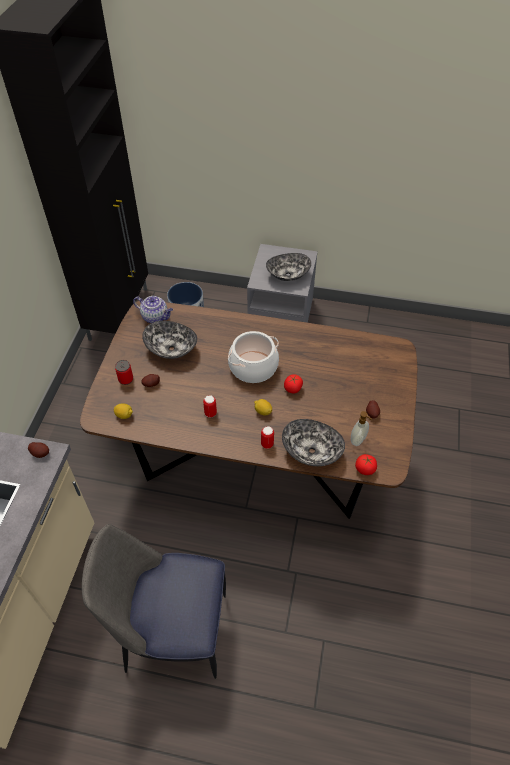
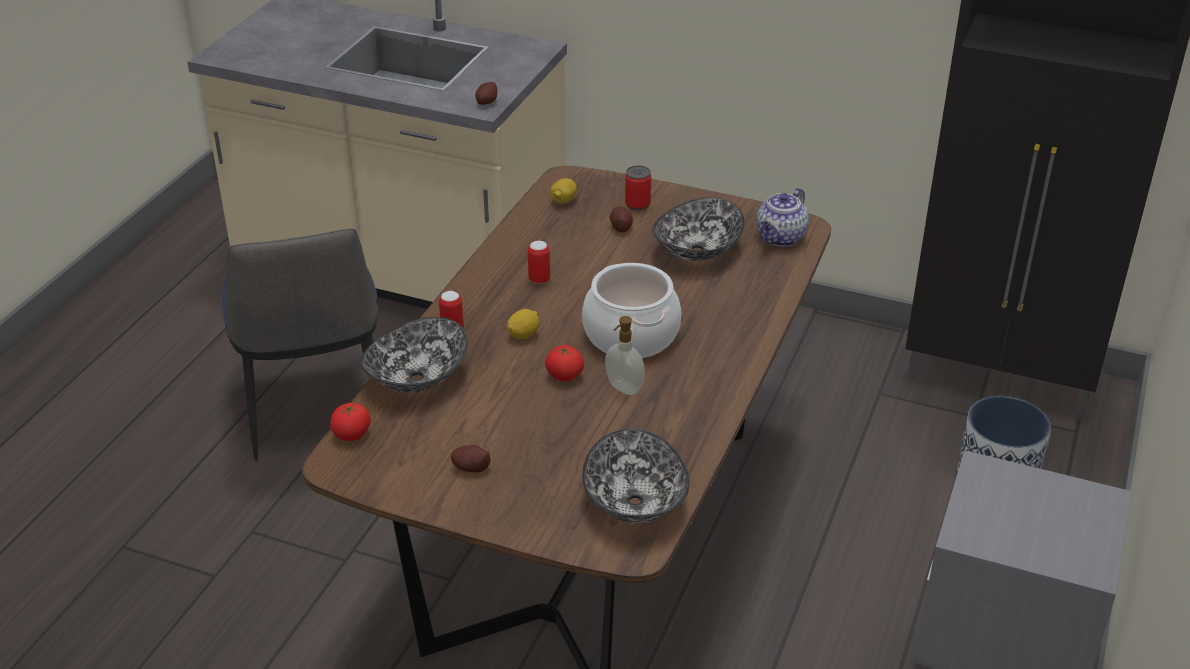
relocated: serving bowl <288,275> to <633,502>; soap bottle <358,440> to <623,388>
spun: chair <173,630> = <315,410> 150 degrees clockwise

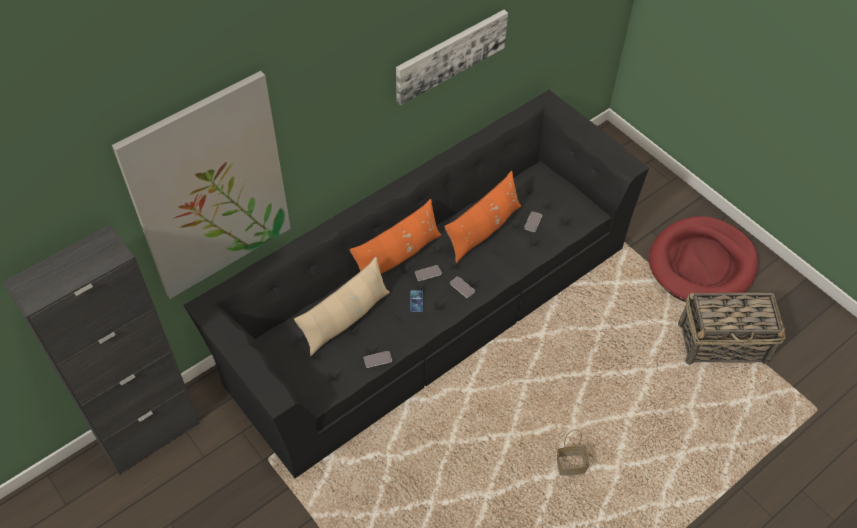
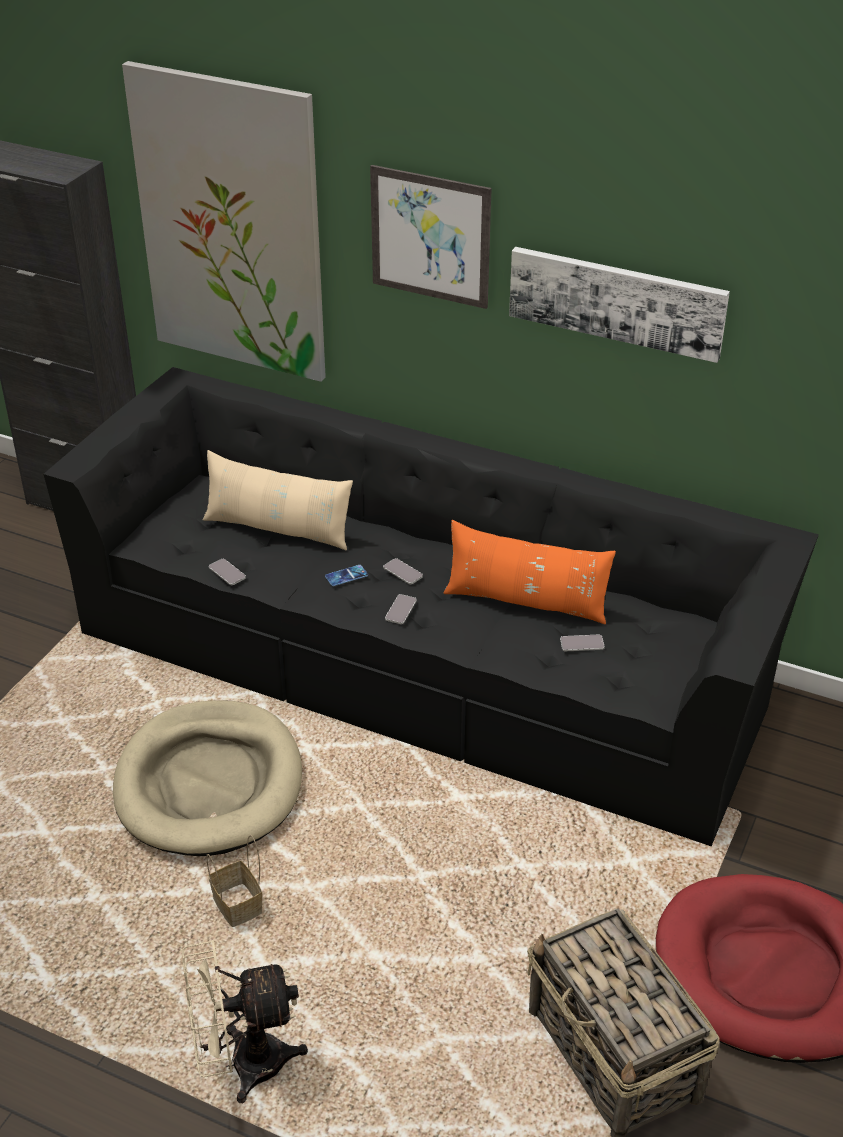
missing: orange-coloured cushion <398,256>
appeared: beige-coloured dog bed <209,783>; beige-coloured electric fan <243,1064>; picture <430,237>

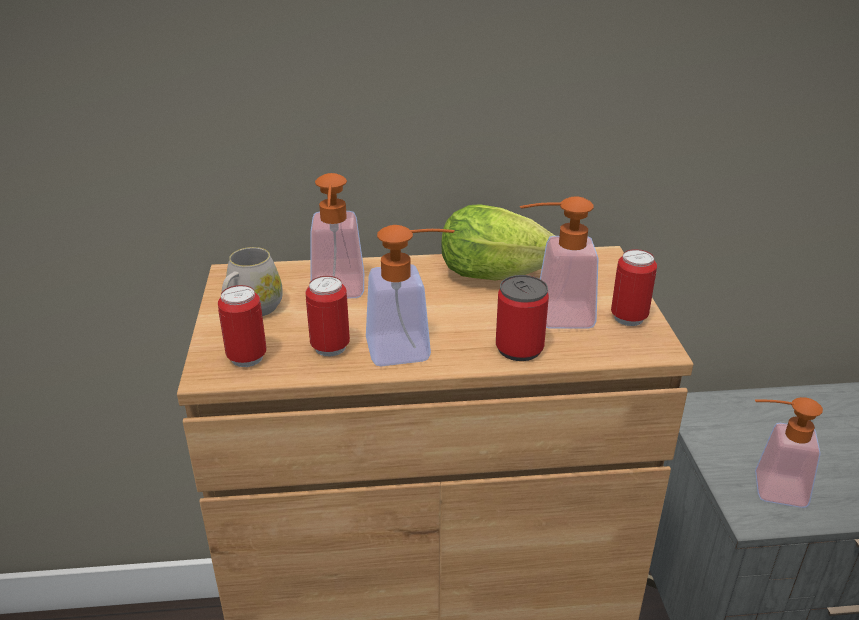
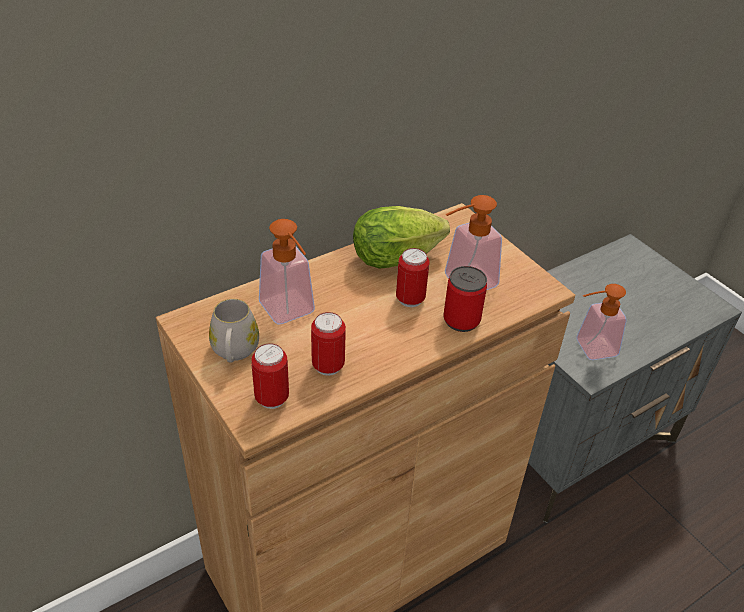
missing: soap bottle <410,348>
relocated: metal can <628,318> to <410,299>

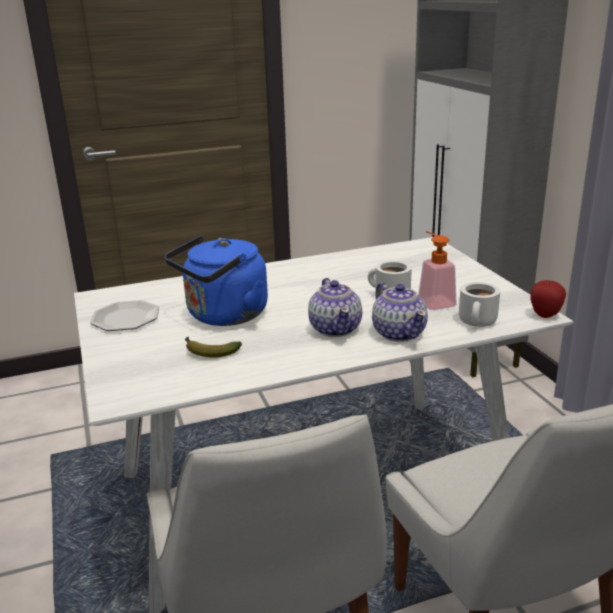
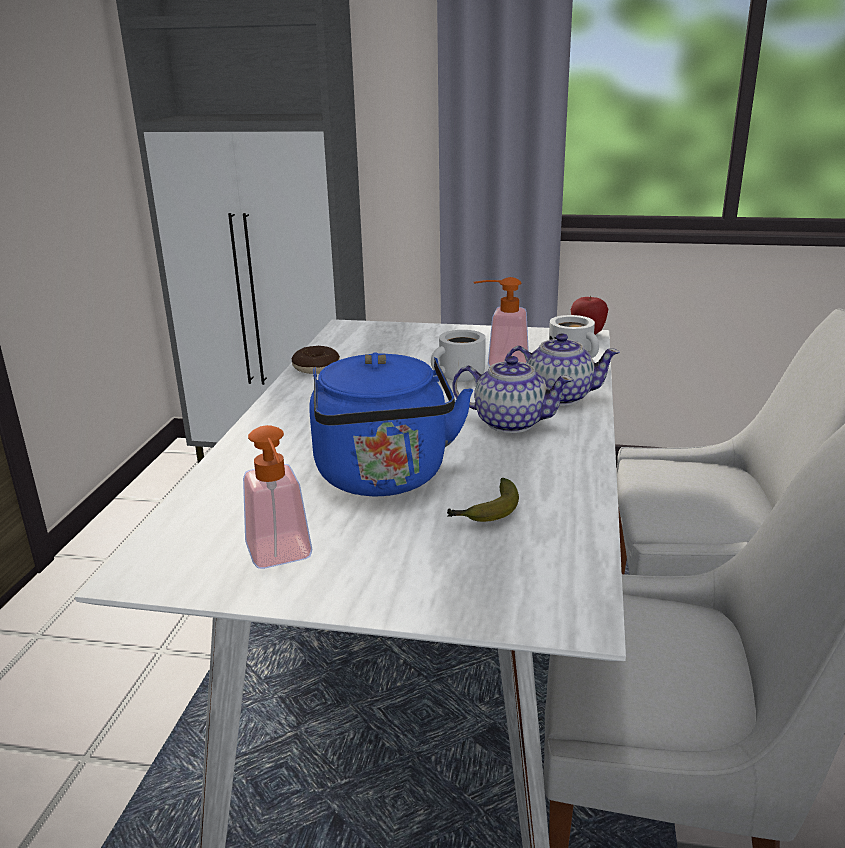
appeared: doughnut <316,367>
exchanged: dinner plate <126,318> to soap bottle <282,558>

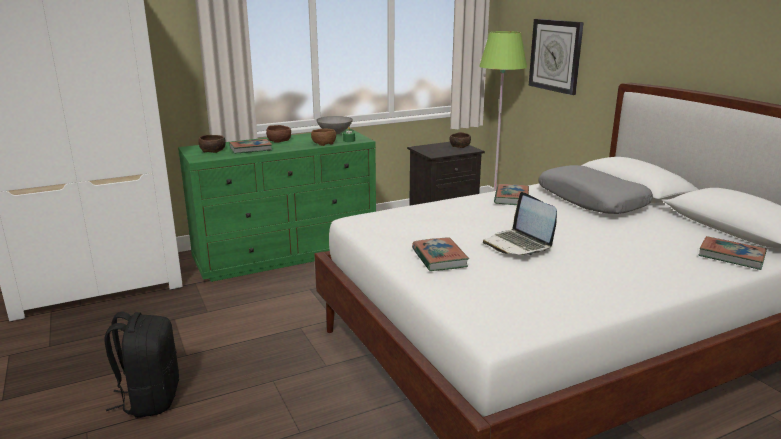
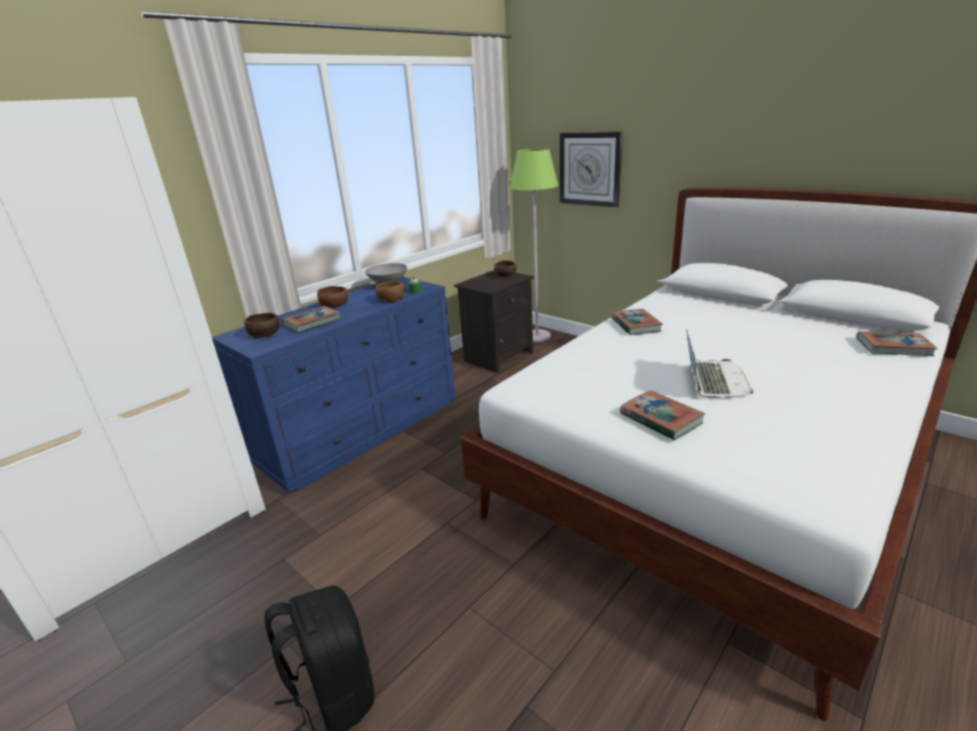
missing: greyish cushion <592,200>
colour: green-coloured dresser <287,254> to blue dresser <363,430>
spun: portable computer <518,244> = <713,380> 120 degrees counterclockwise

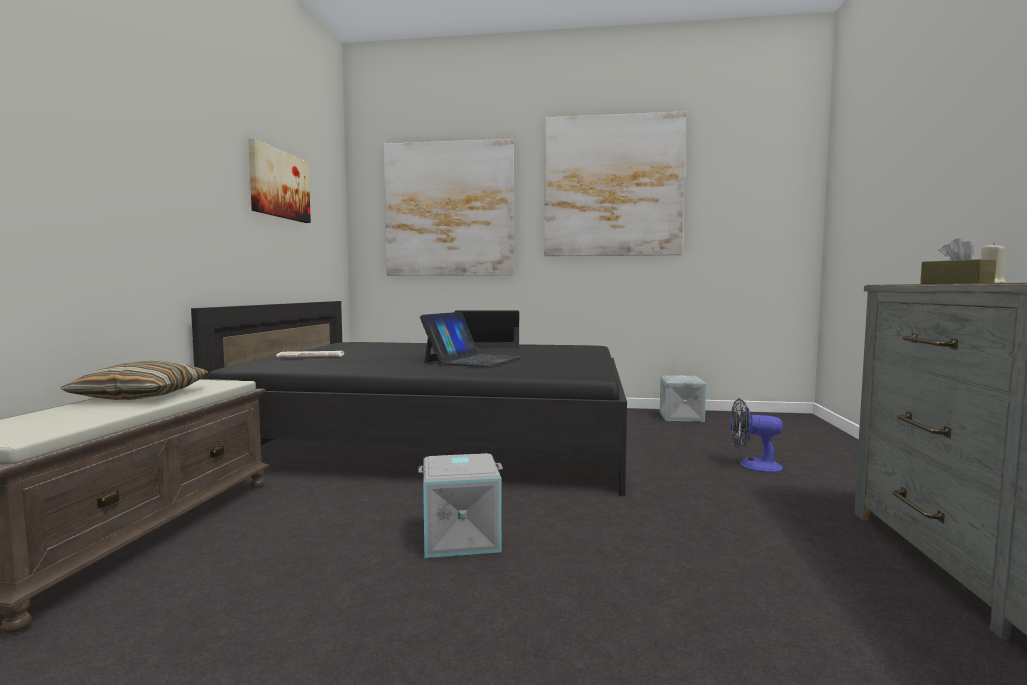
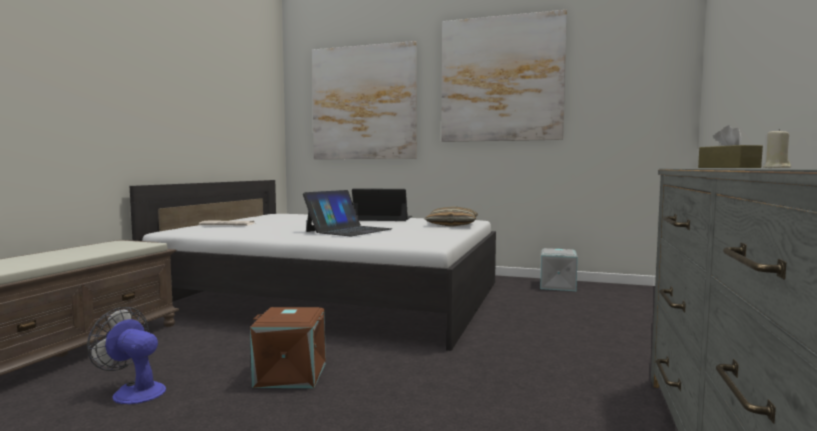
missing: picture <279,184>
relocated: cushion <141,396> to <452,225>; electric fan <752,465> to <133,391>
colour: black sleeping bed <443,439> to white-coloured sleeping bed <336,296>; greyish storage bin <461,537> to brown-coloured storage bin <291,374>

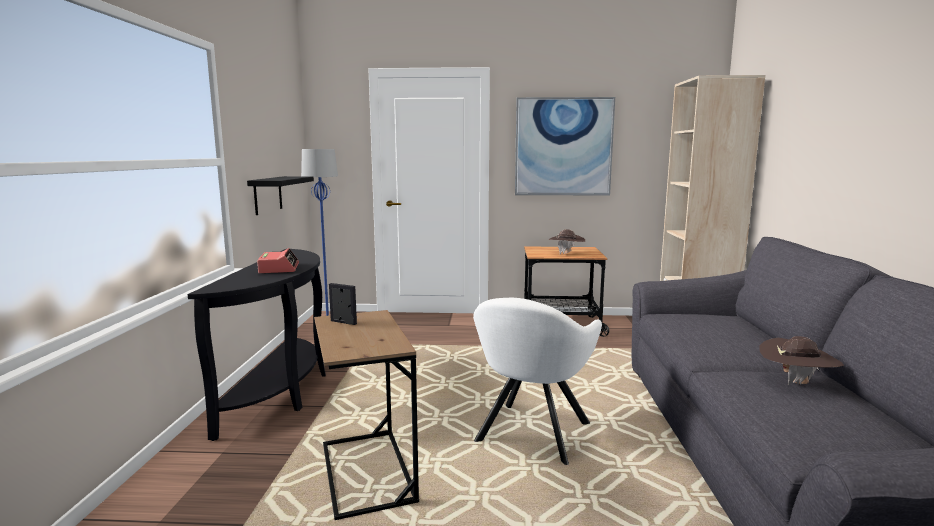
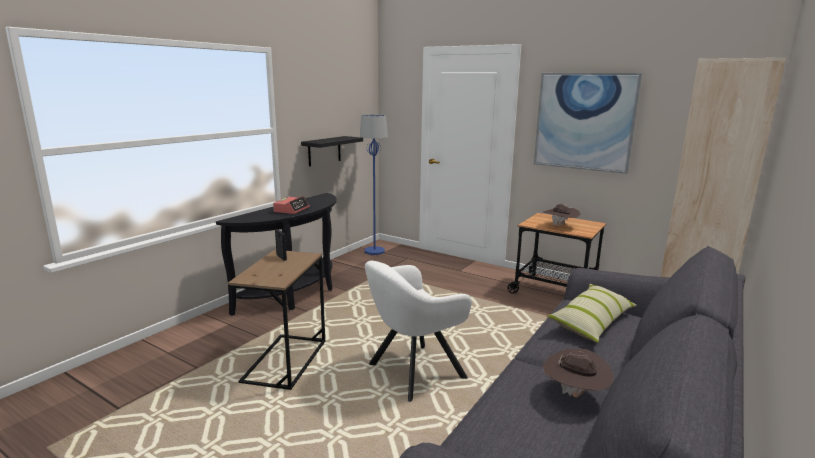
appeared: cushion <592,322>

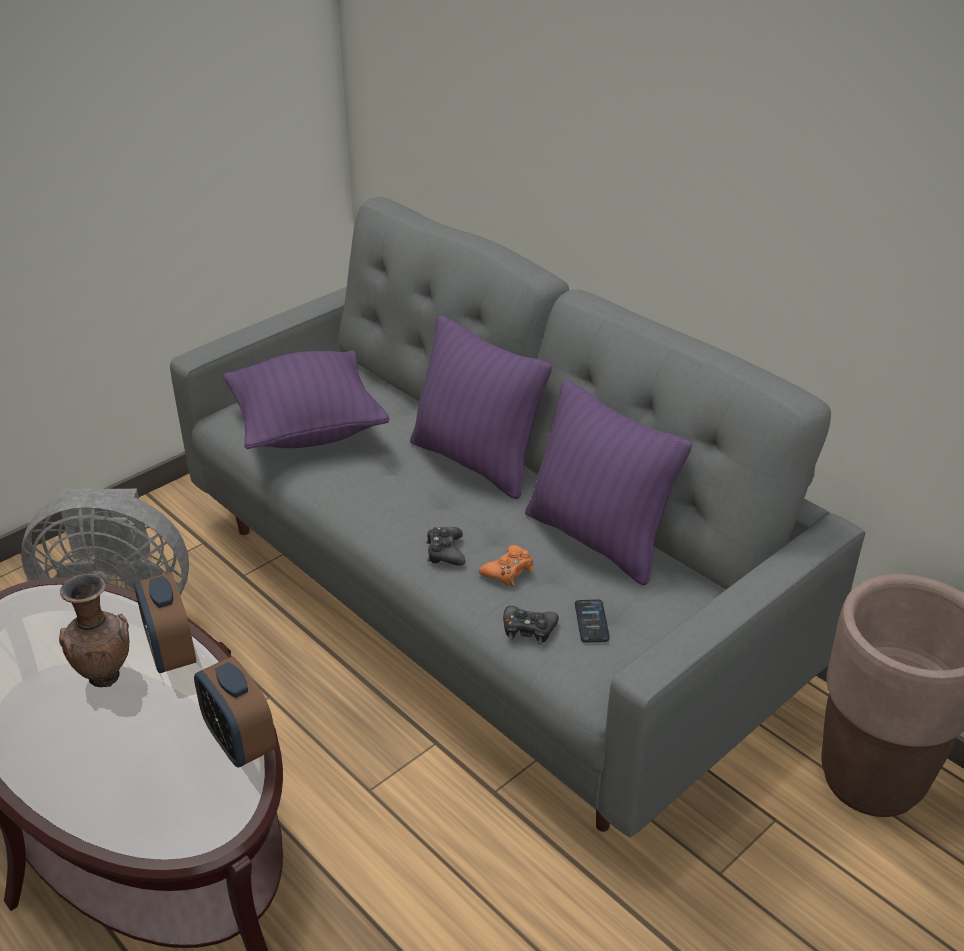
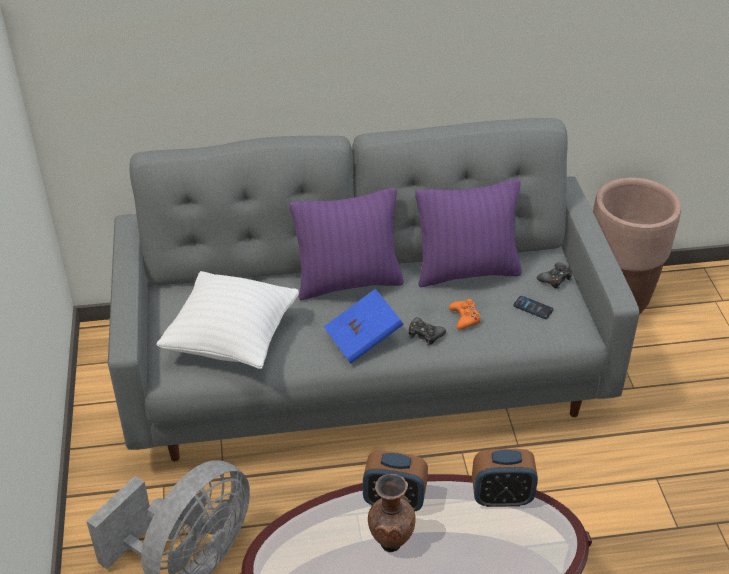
appeared: blue volume <363,339>
relocated: black joypad <528,629> to <555,279>
colour: purple-coloured cushion <307,429> to white-coloured cushion <232,340>

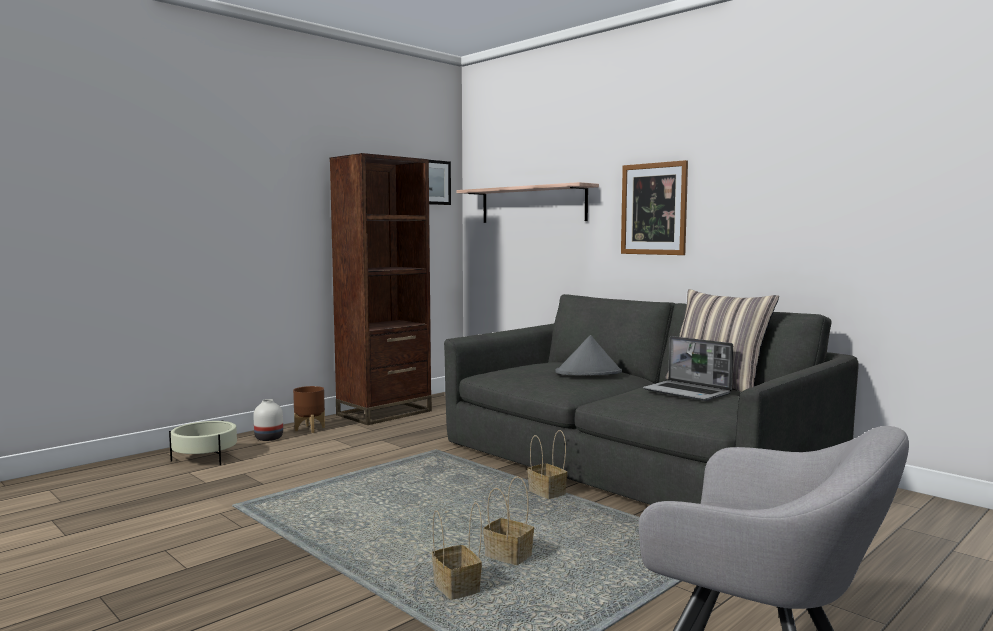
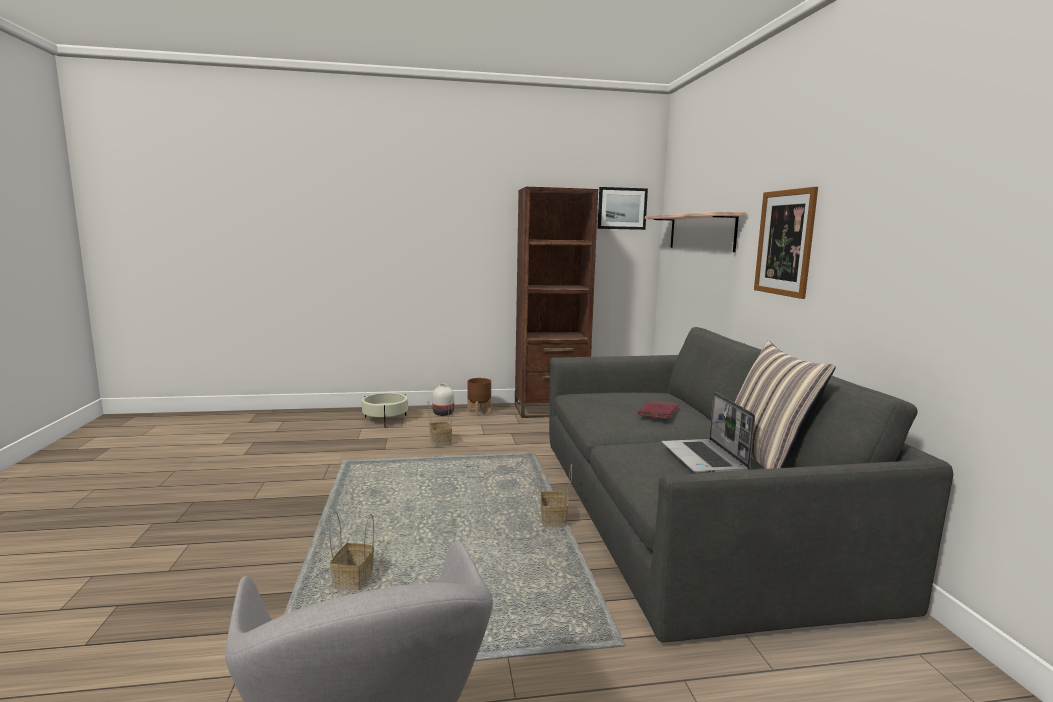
relocated: storage basket <506,556> to <439,442>
exchanged: greyish hat <589,372> to red-coloured volume <658,412>

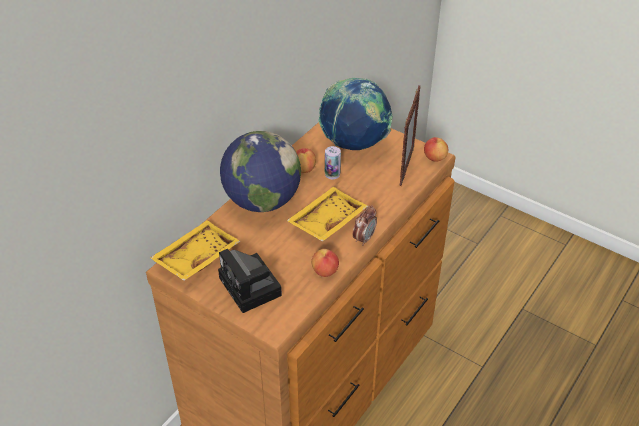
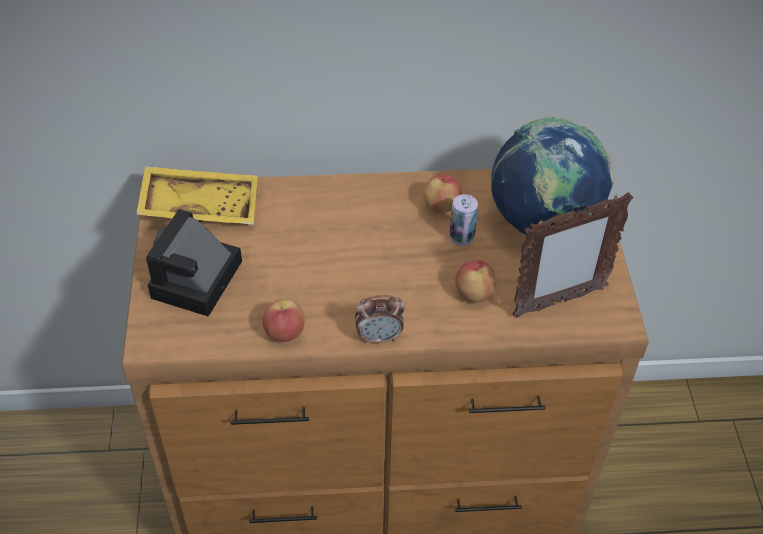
missing: desk globe <262,201>; yellowish serving tray <326,220>
relocated: whole apple <434,158> to <474,293>

